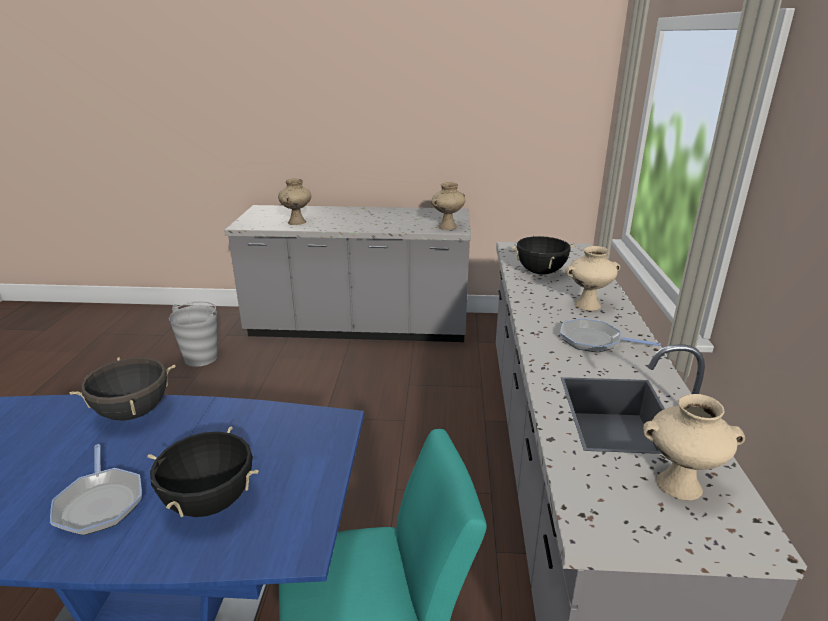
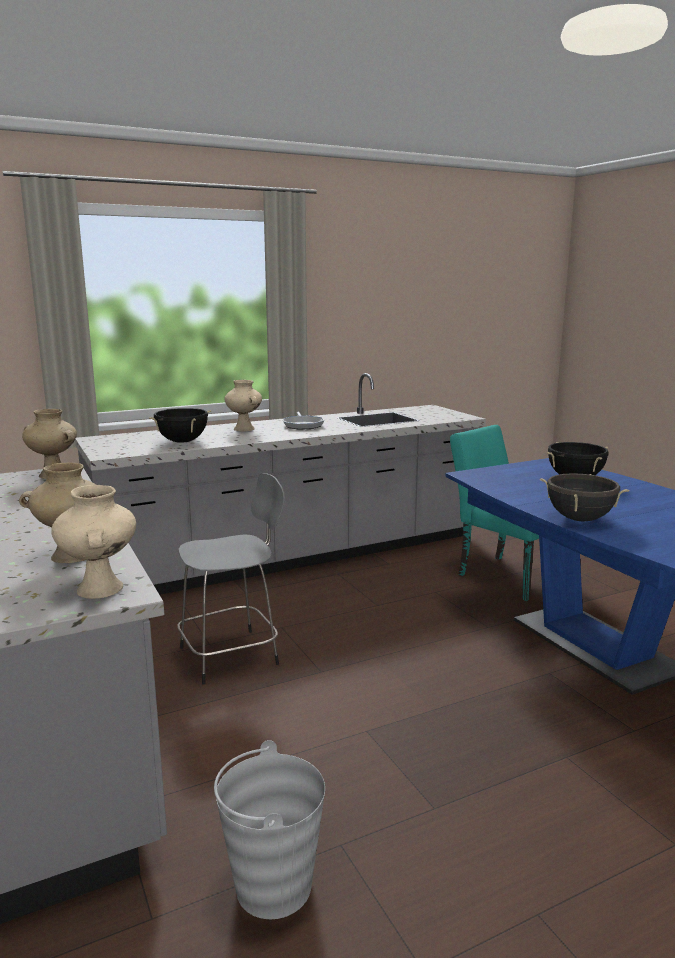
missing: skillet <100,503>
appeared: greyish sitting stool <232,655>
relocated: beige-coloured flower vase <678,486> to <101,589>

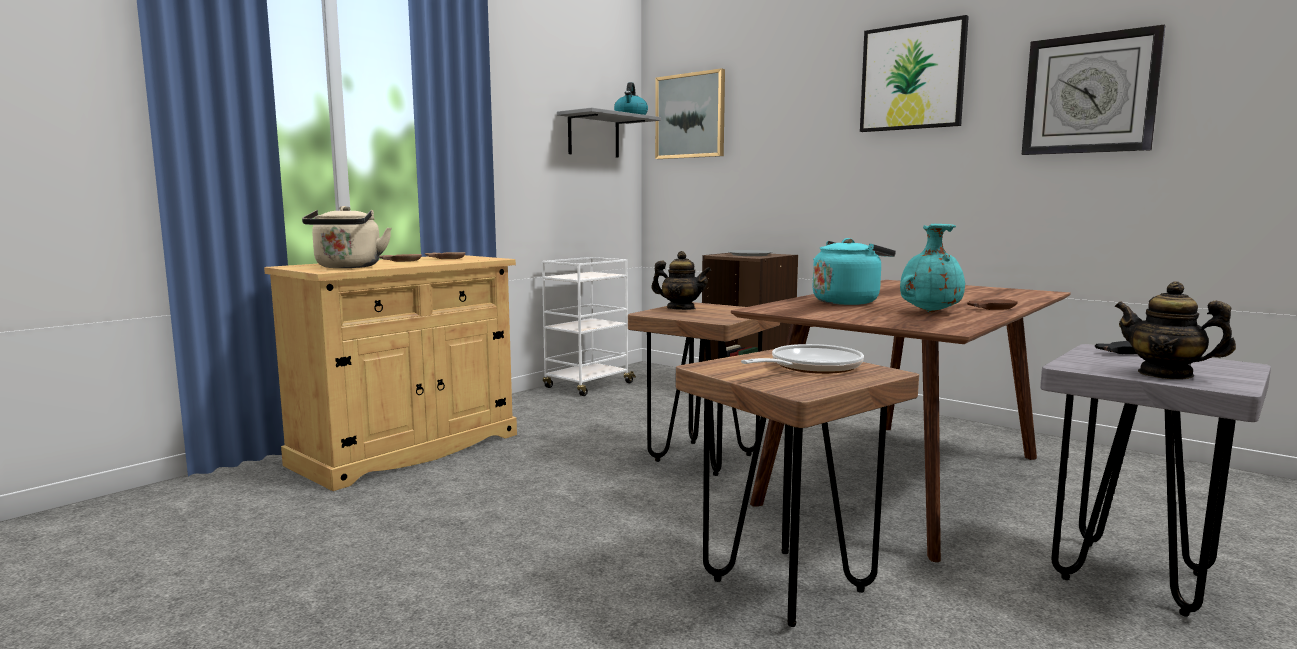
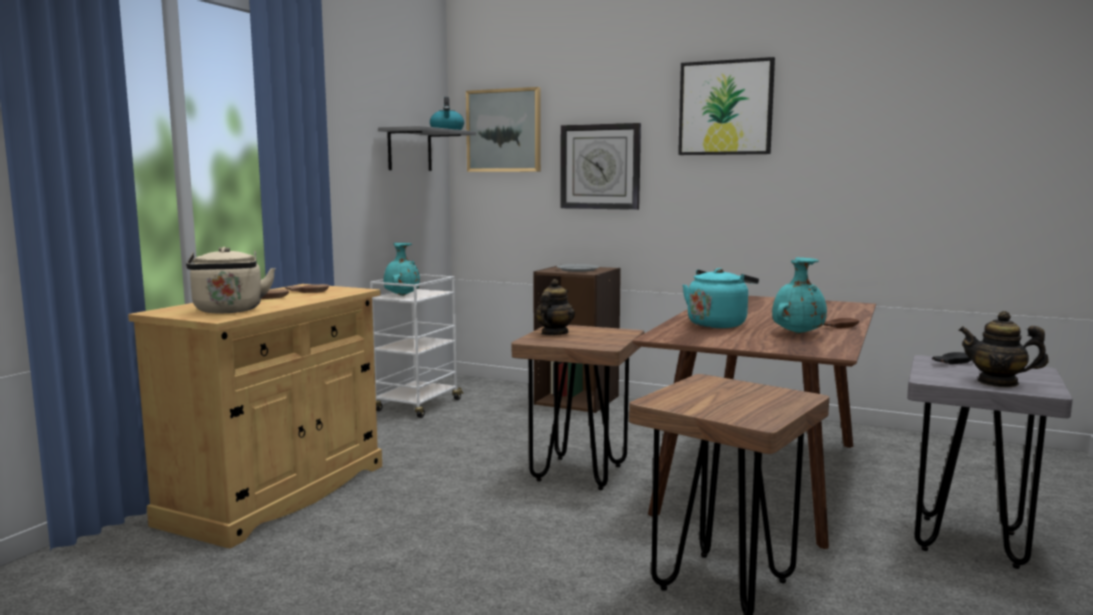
missing: skillet <810,367>
appeared: blue-green flower vase <401,295>
relocated: clock on the wall <1089,94> to <600,166>
spun: pot for tea <681,309> = <554,333> 75 degrees counterclockwise

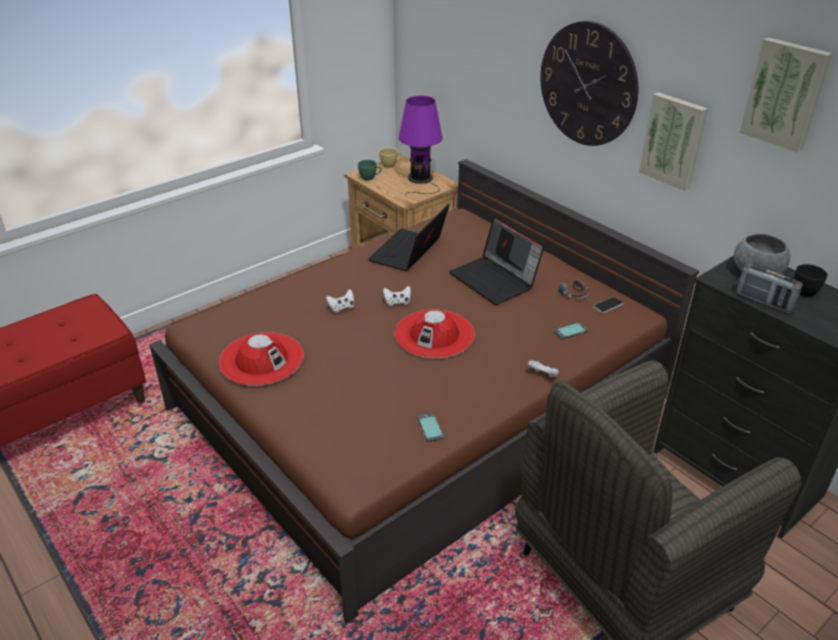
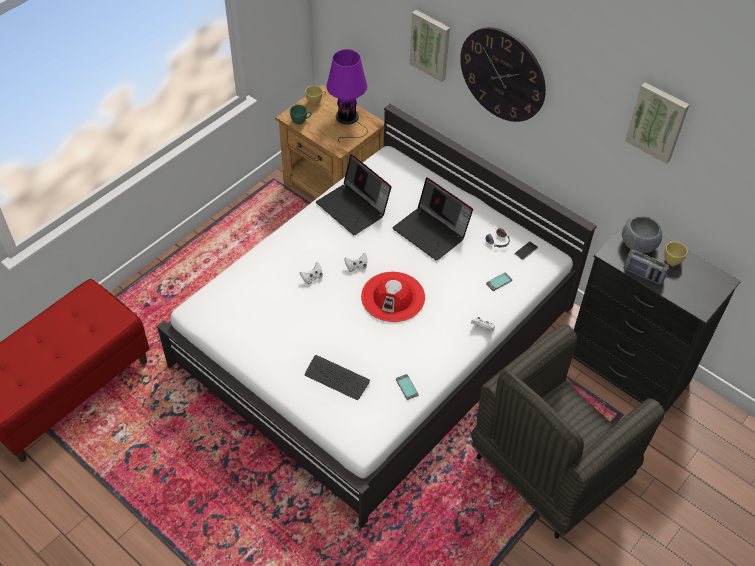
missing: red-coloured hat <261,359>
appeared: PC keyboard <337,378>
relocated: picture <674,140> to <431,45>
colour: brown-coloured sleeping bed <420,403> to white-coloured sleeping bed <377,336>; black cup <803,290> to yellowish cup <671,259>
spun: portable computer <409,253> = <354,208> 60 degrees counterclockwise

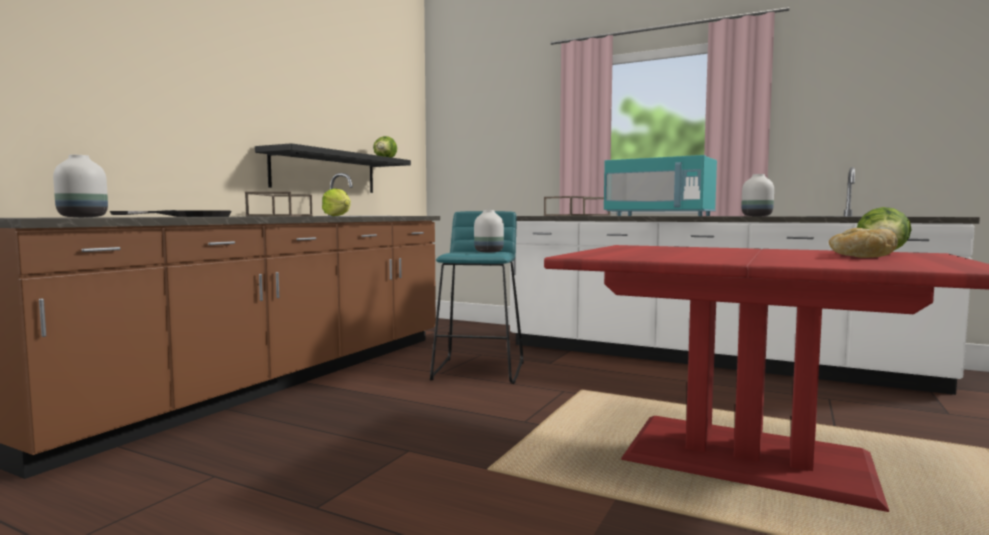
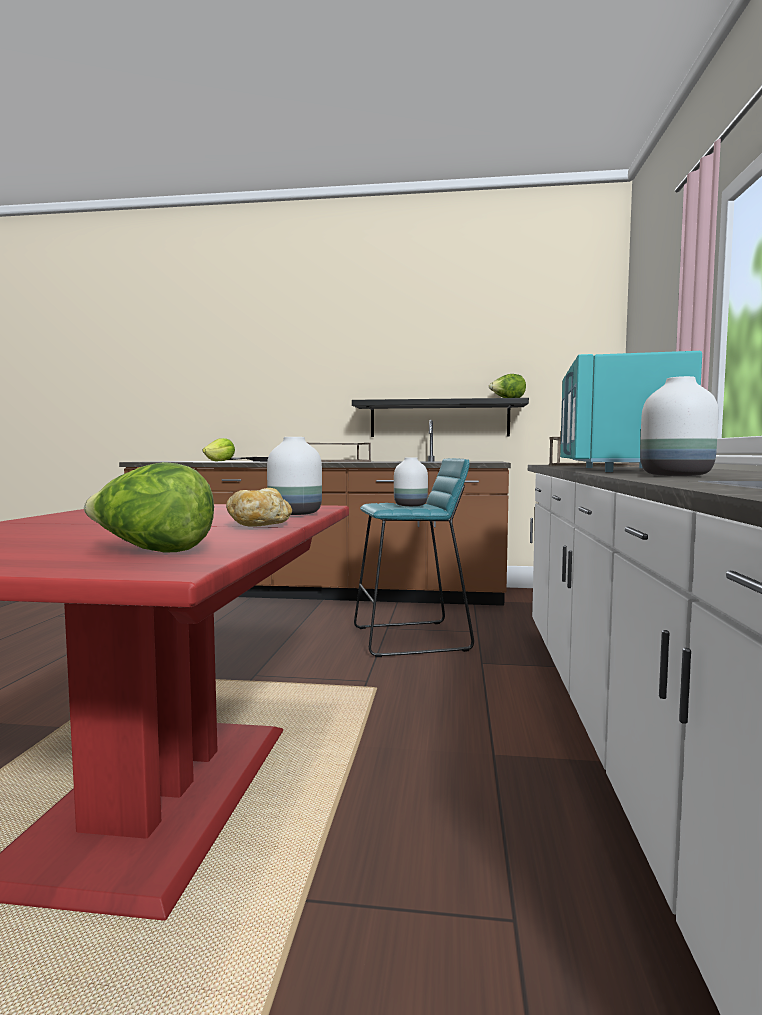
relocated: white-coloured flower vase <83,217> to <294,514>; head of lettuce <337,216> to <220,461>; baked bread <860,257> to <260,525>

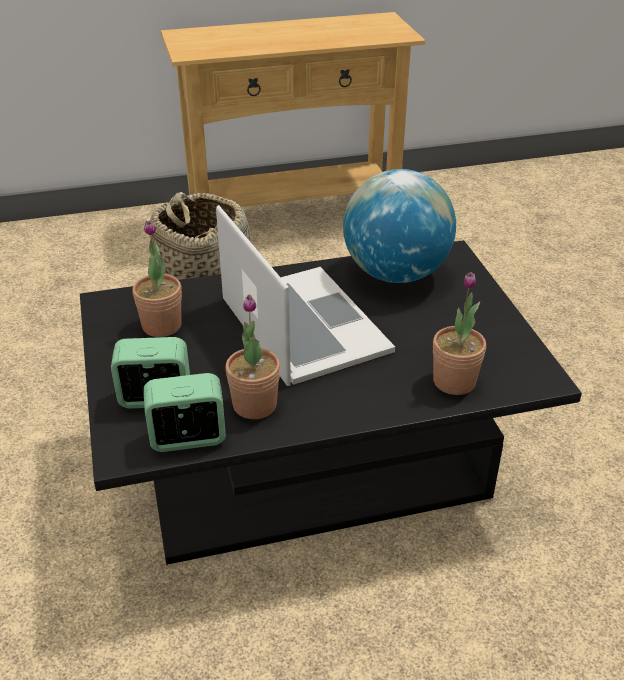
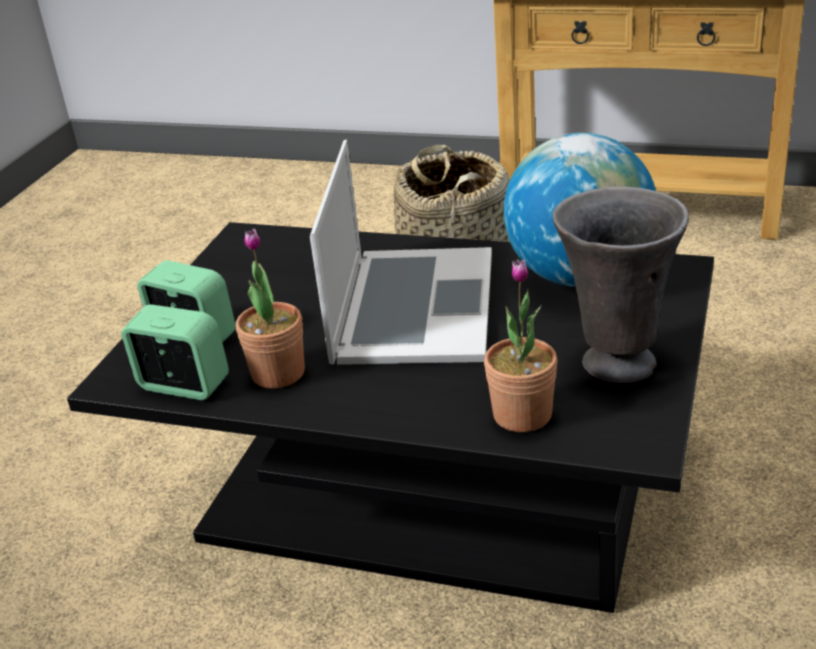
missing: houseplant <161,326>
appeared: greyish flower vase <615,364>

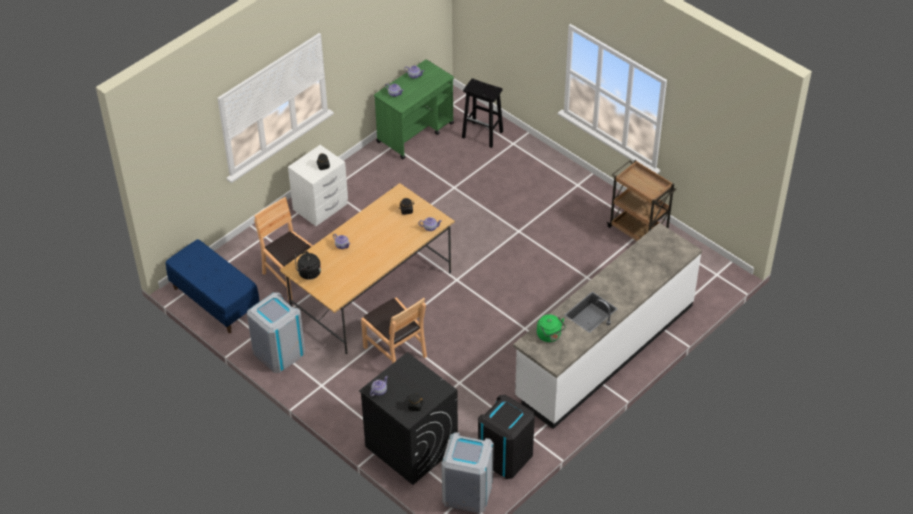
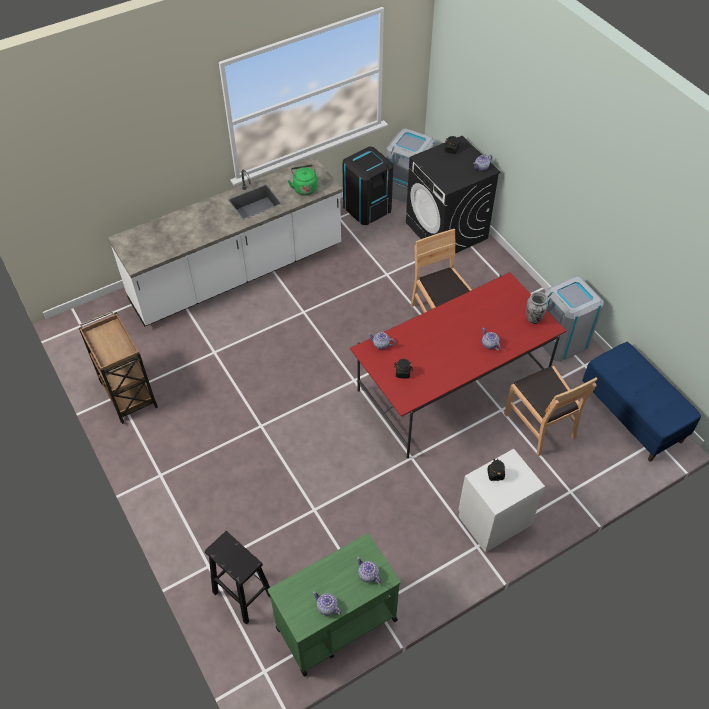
exchanged: black kettle <308,273> to flower vase <533,319>
colour: beige-coloured kitchen table <371,291> to red-coloured kitchen table <451,387>

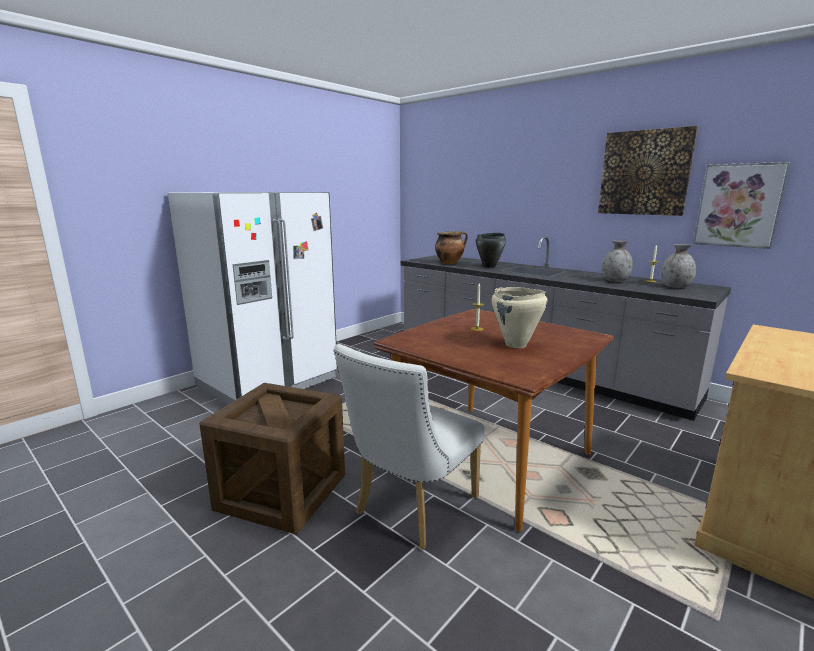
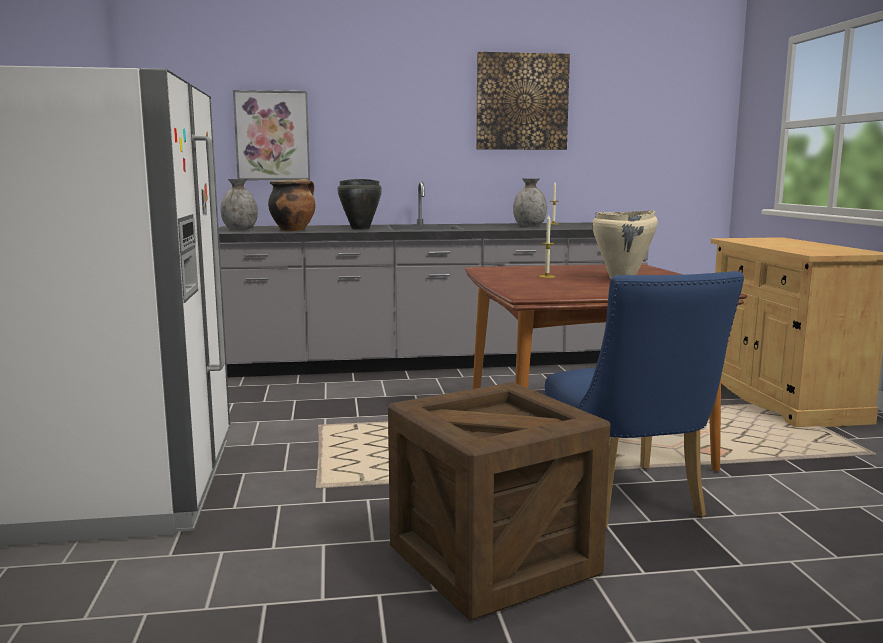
relocated: greyish flower vase <675,287> to <240,229>; picture <738,205> to <272,136>
colour: white-coloured chair <411,509> to blue chair <629,501>

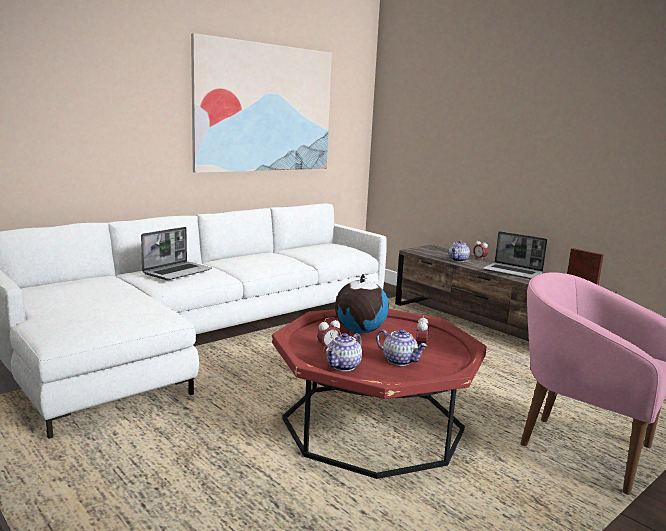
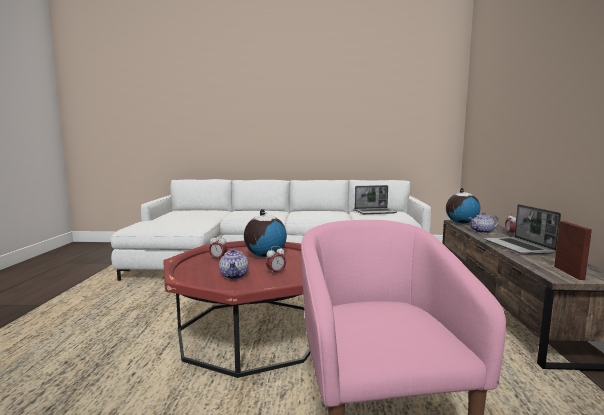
missing: picture <264,108>; pot for tea <344,366>
appeared: desk globe <461,223>
relocated: portable computer <177,272> to <375,212>

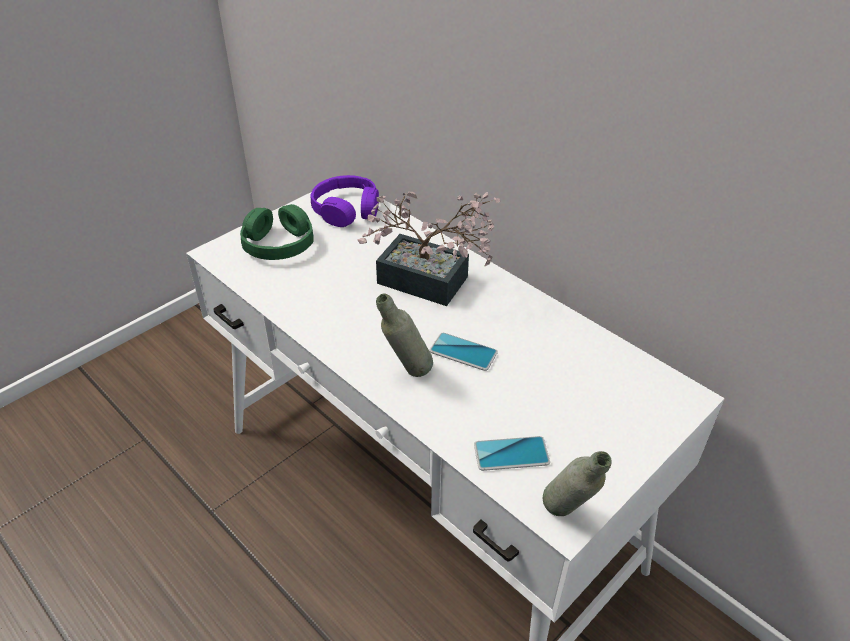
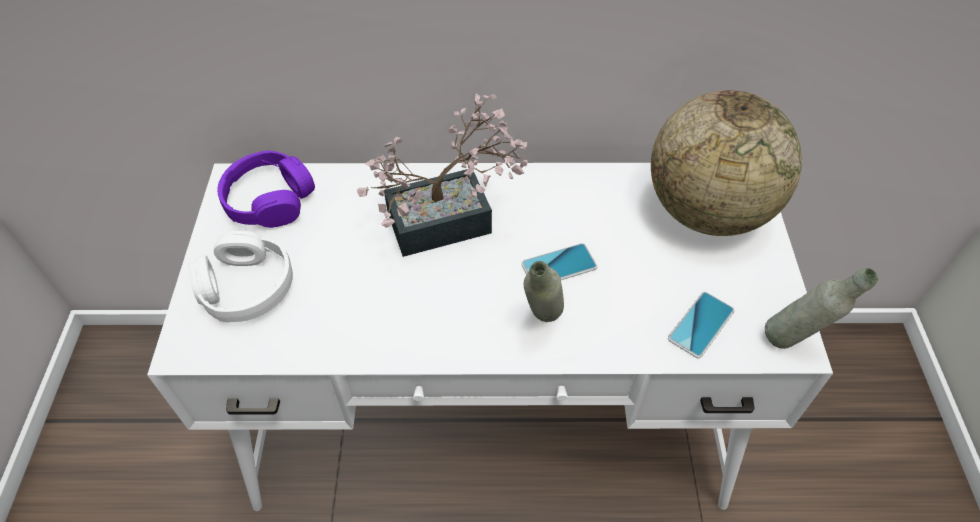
appeared: desk globe <707,211>
colour: green-coloured headset <278,244> to white-coloured headset <246,287>

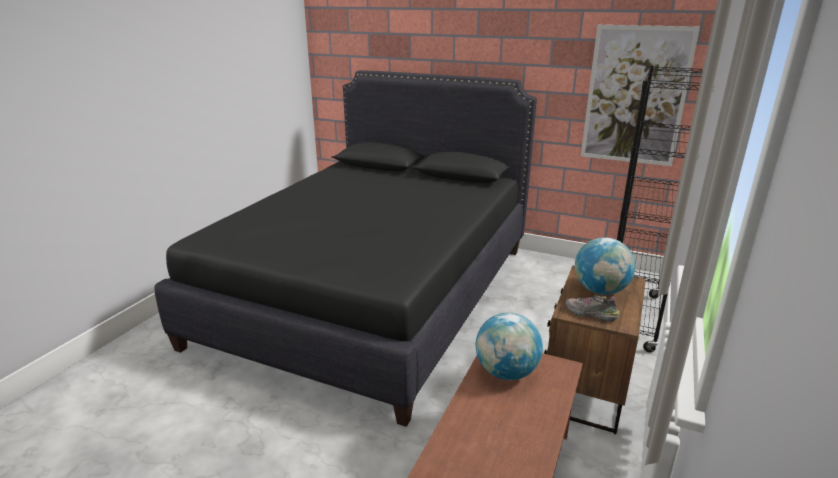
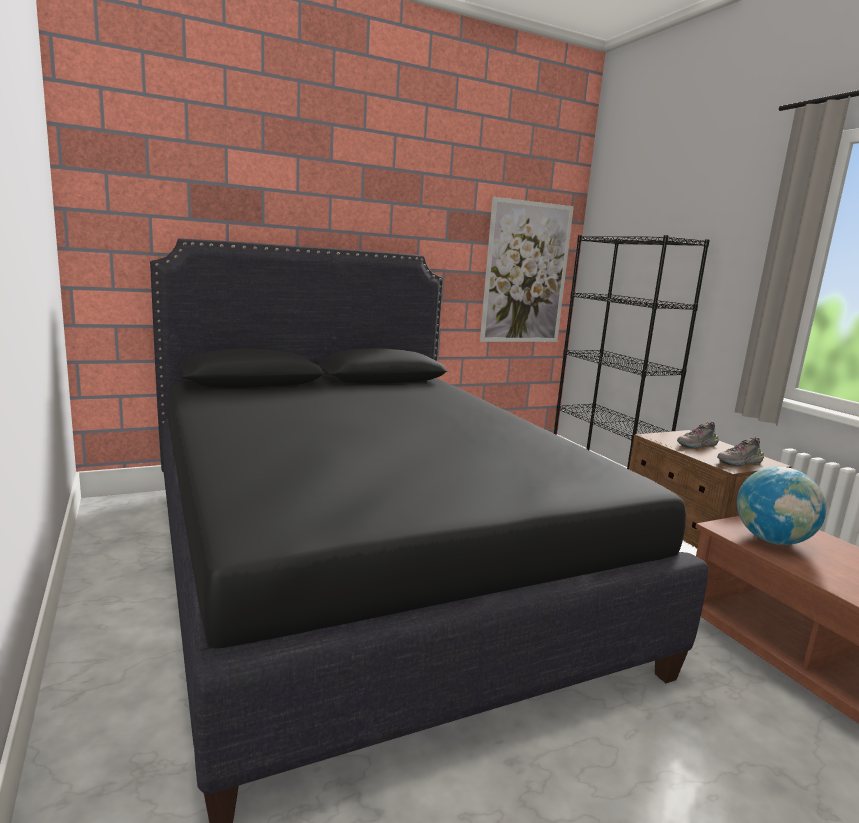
exchanged: desk globe <600,291> to low shoe <697,445>

